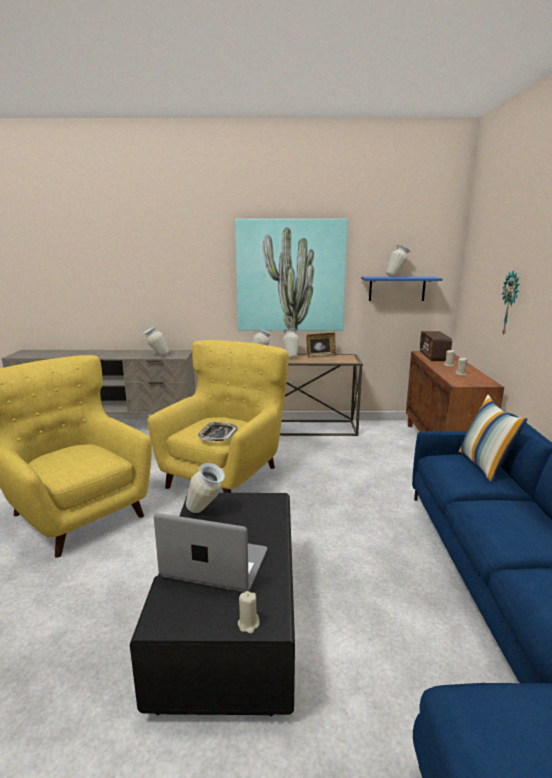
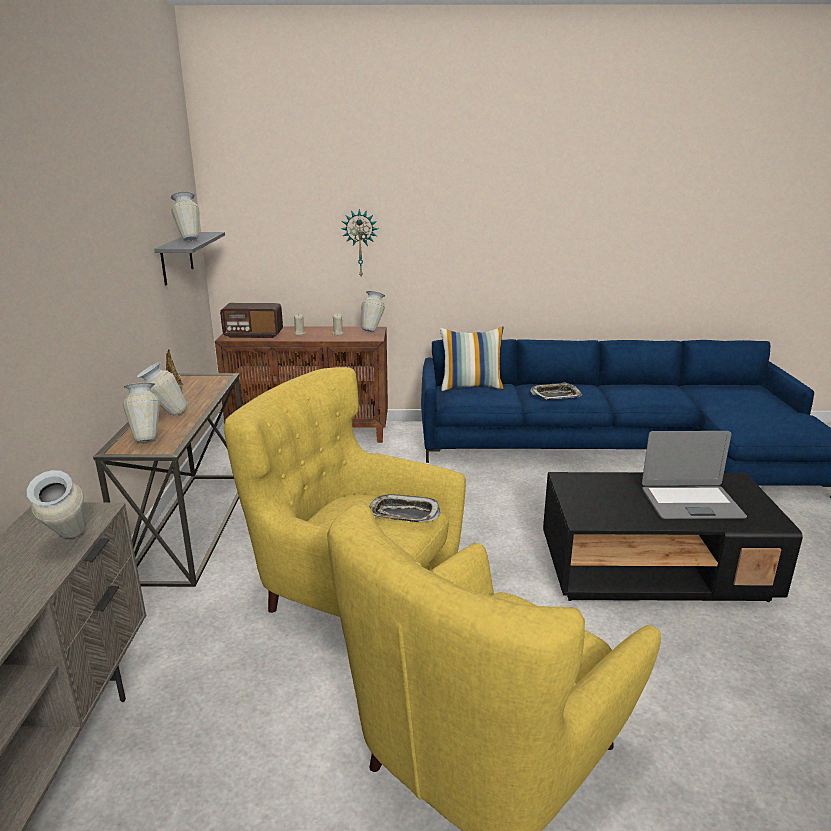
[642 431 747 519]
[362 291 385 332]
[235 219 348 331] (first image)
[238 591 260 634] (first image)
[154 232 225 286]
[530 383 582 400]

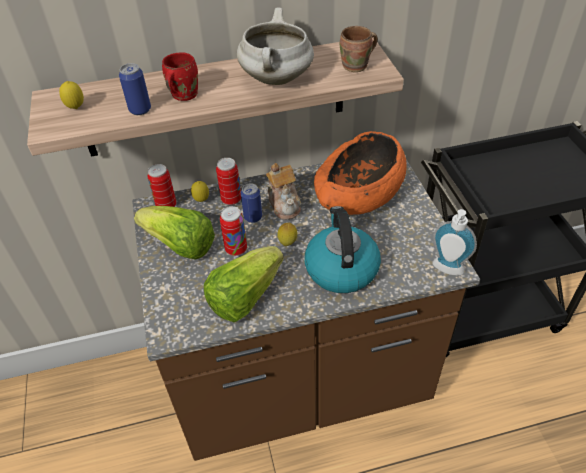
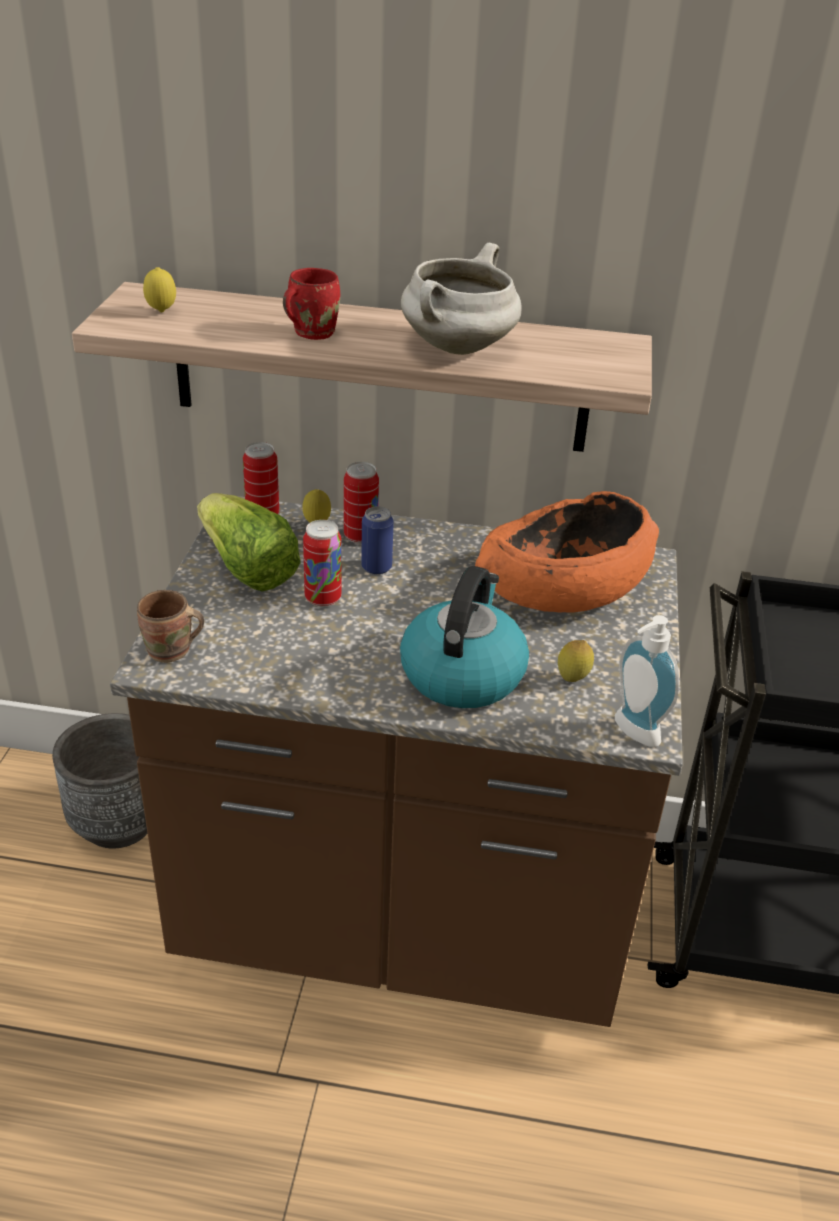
[119 63 151 115] (first image)
[204 246 284 322] (first image)
[266 163 301 220] (first image)
[558 640 594 682]
[137 590 204 663]
[52 713 148 848]

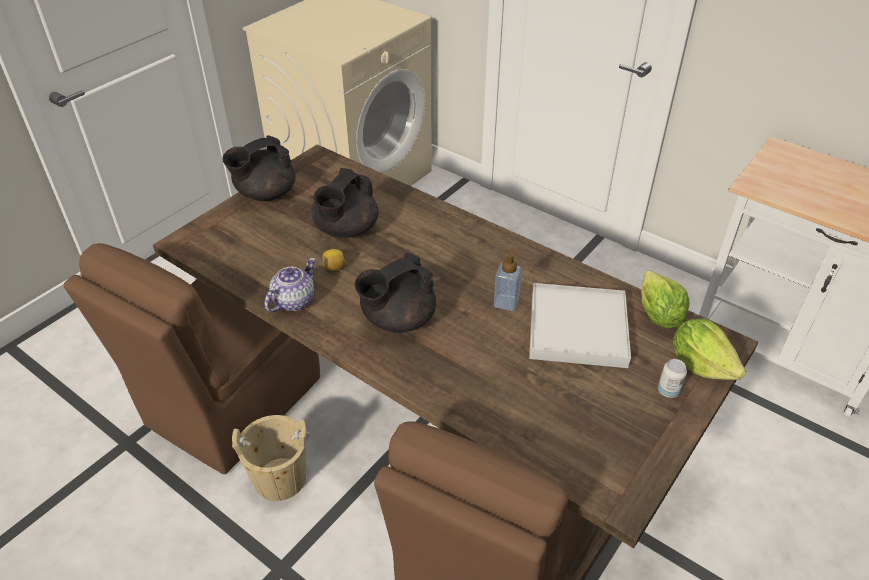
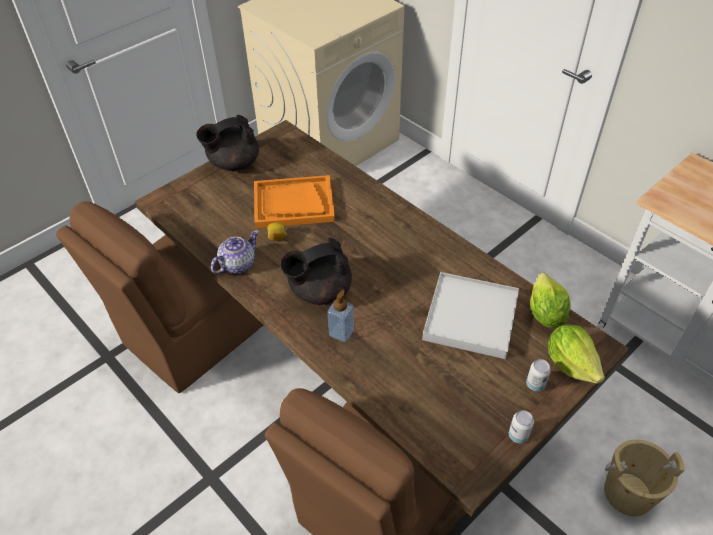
[604 440 685 516]
[254 175 335 228]
[327 290 354 342]
[509 410 534 443]

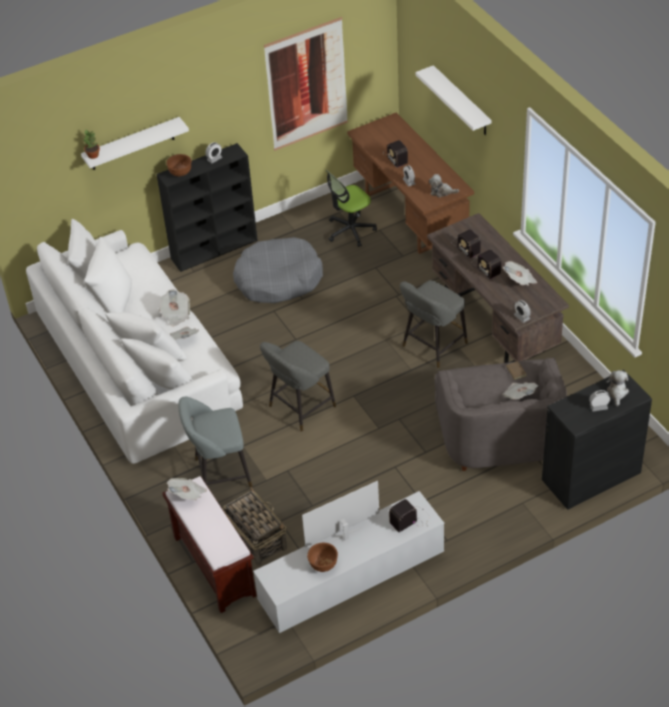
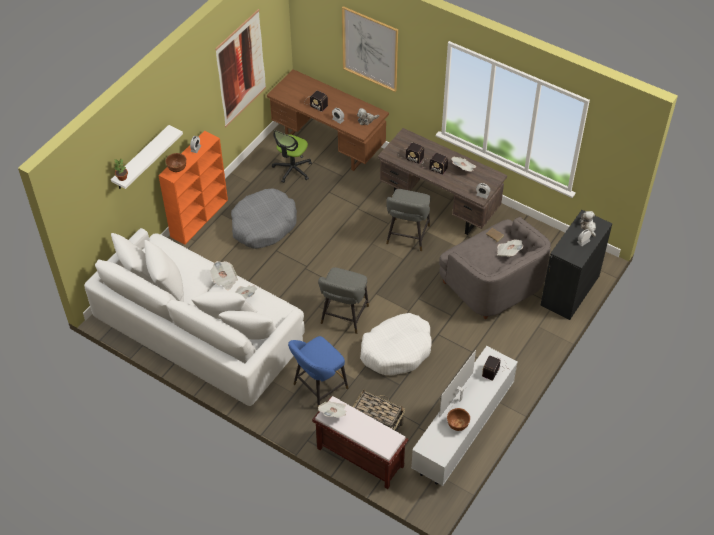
[158 131 228 245]
[288 336 348 406]
[342 6 398 92]
[360 313 432 375]

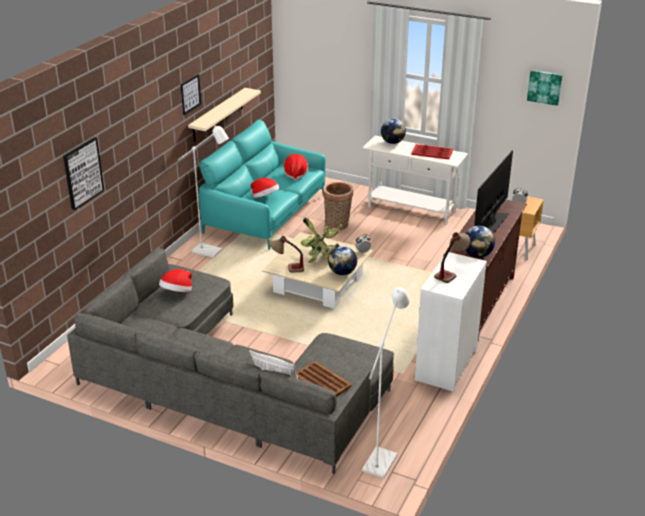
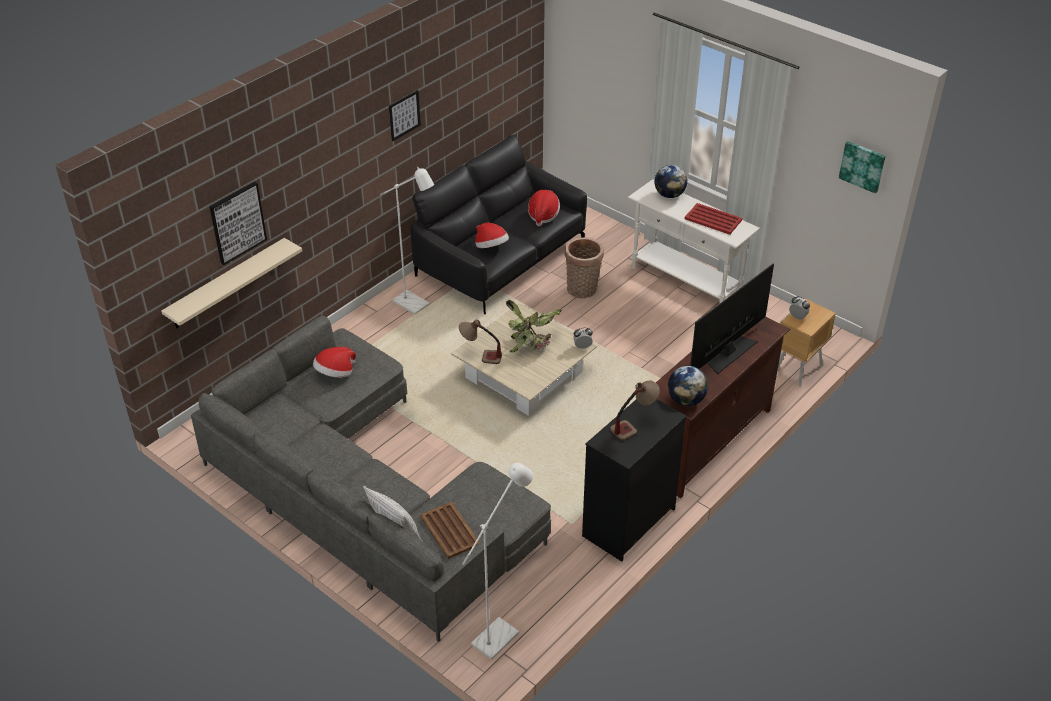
[161 238 302 329]
[411 135 587 314]
[328 246 357 275] (first image)
[582 399 687 562]

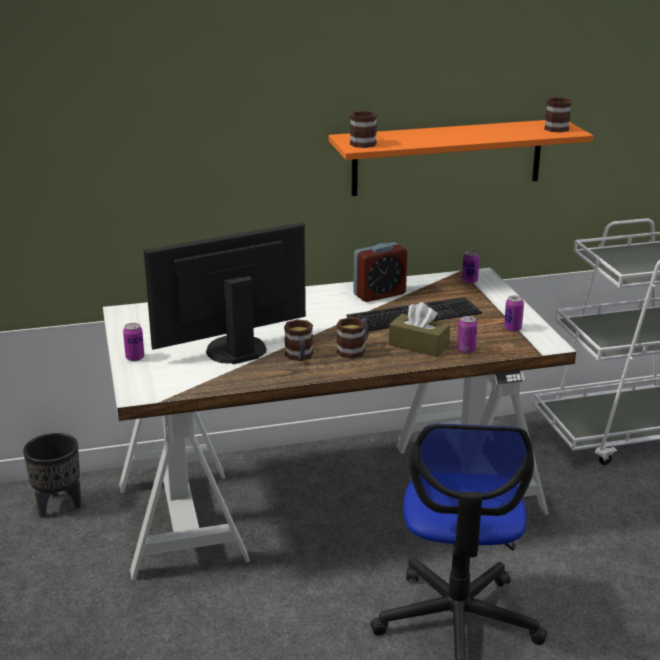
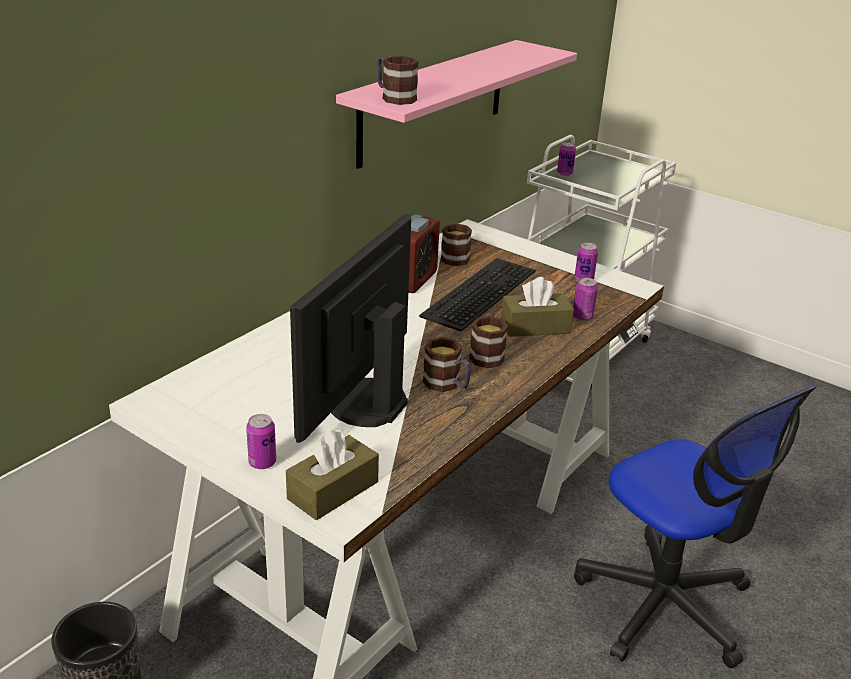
[336 40 577 169]
[557 142 576 176]
[441 222 472 266]
[286 430 379 520]

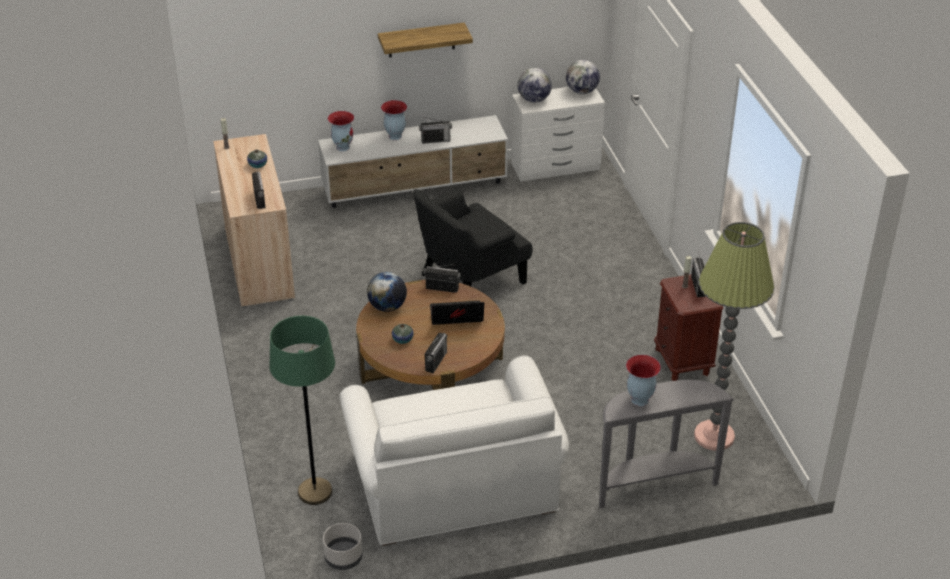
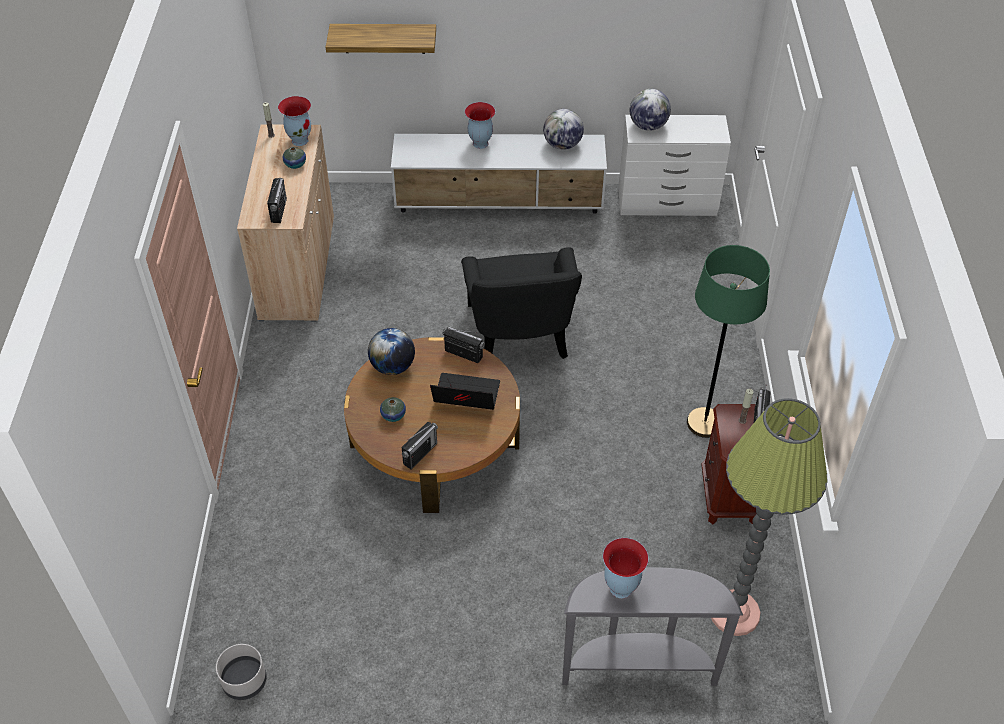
[687 245 770 438]
[278 96 311 146]
[339 356 569 546] (first image)
[326 24 436 54]
[461 247 582 359]
[419 117 452 144] (first image)
[543 109 584 150]

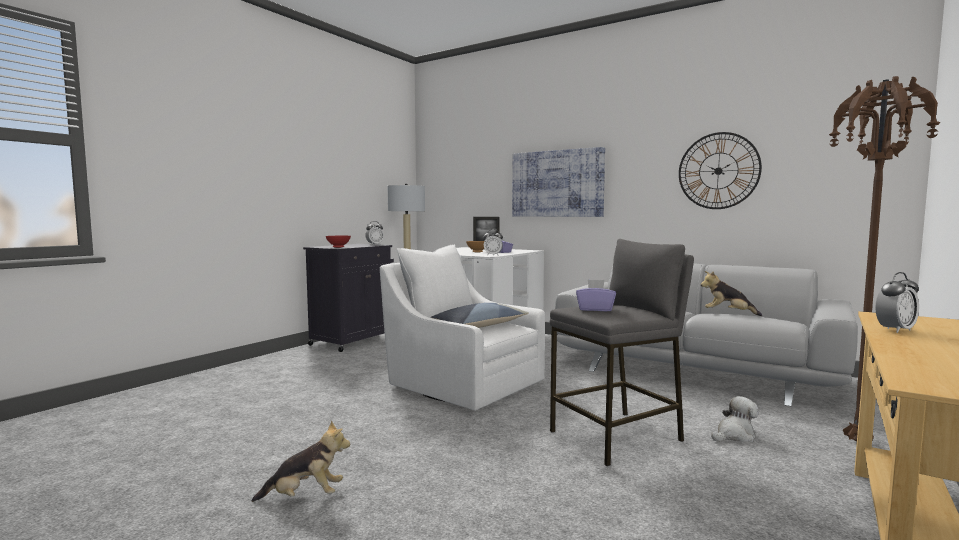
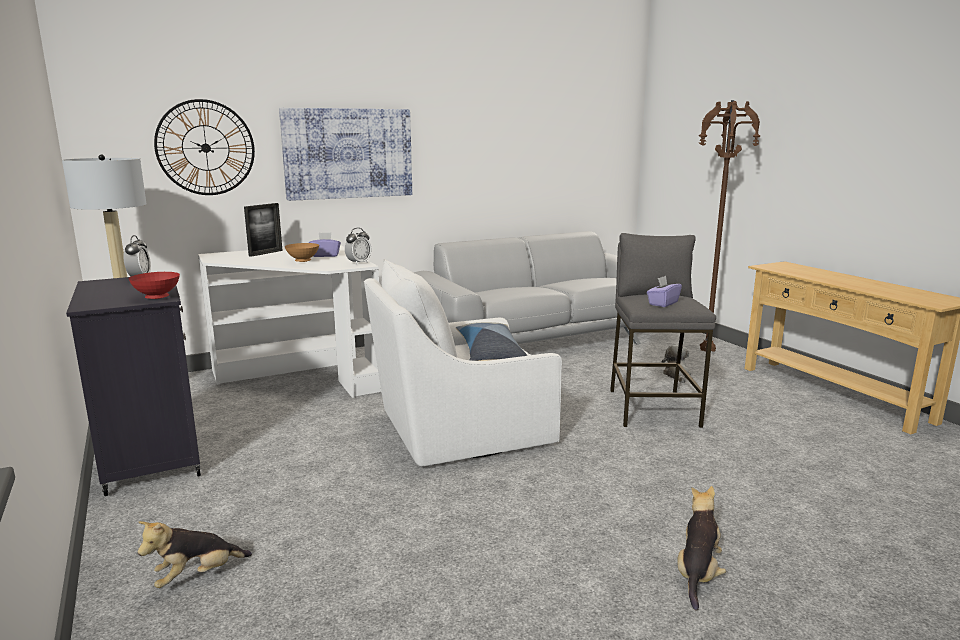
[154 99 255 195]
[137 521 252 588]
[875 272 919 333] (first image)

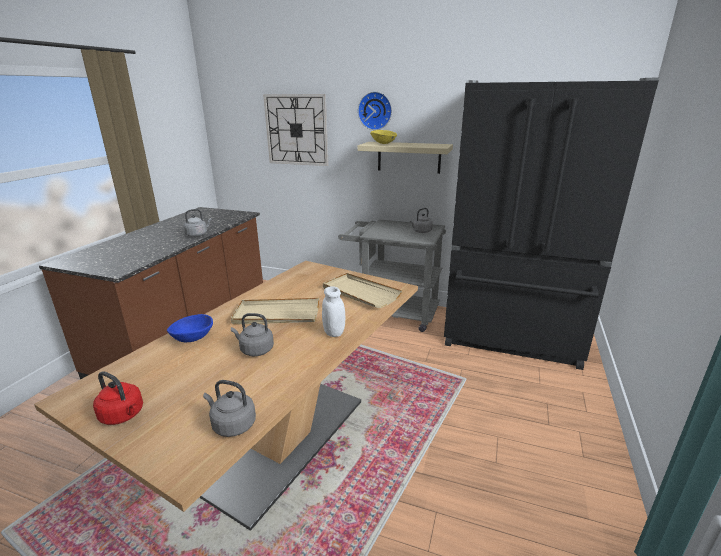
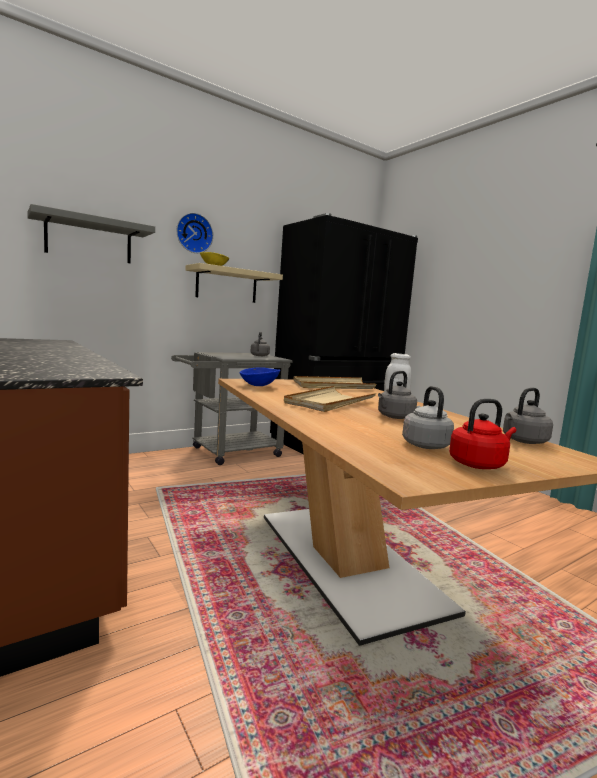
[240 367 280 386]
[402 386 454 449]
[27 204 155 263]

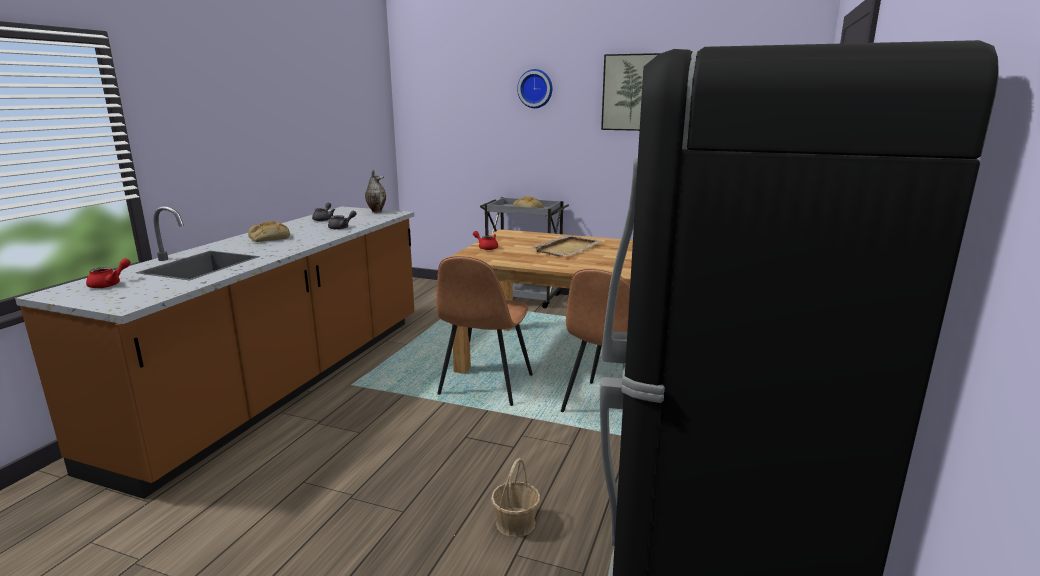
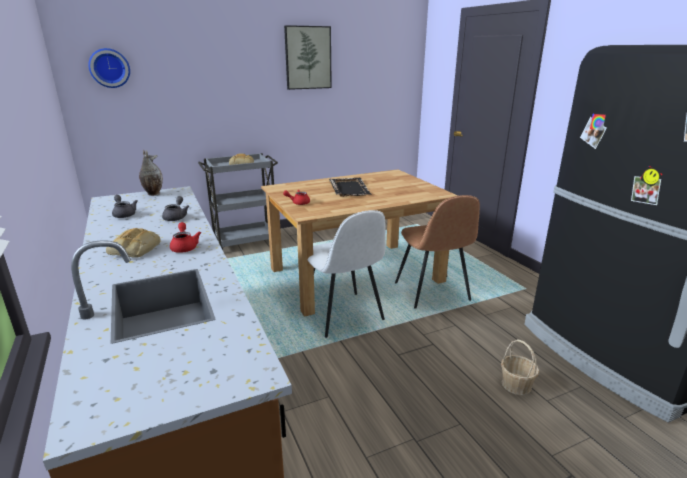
[170 222 201 253]
[307 210 386 338]
[88 48 130 88]
[329 178 371 197]

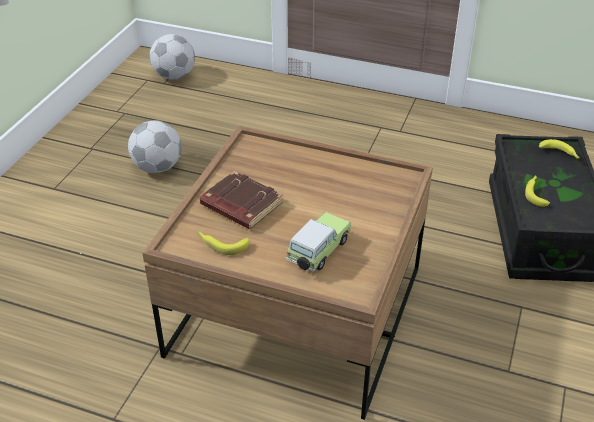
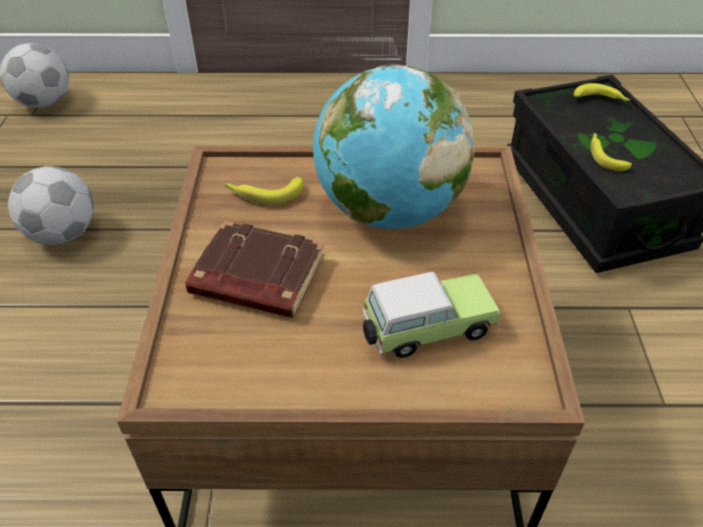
[224 177 303 205]
[363 272 501 358]
[313 65 475 229]

